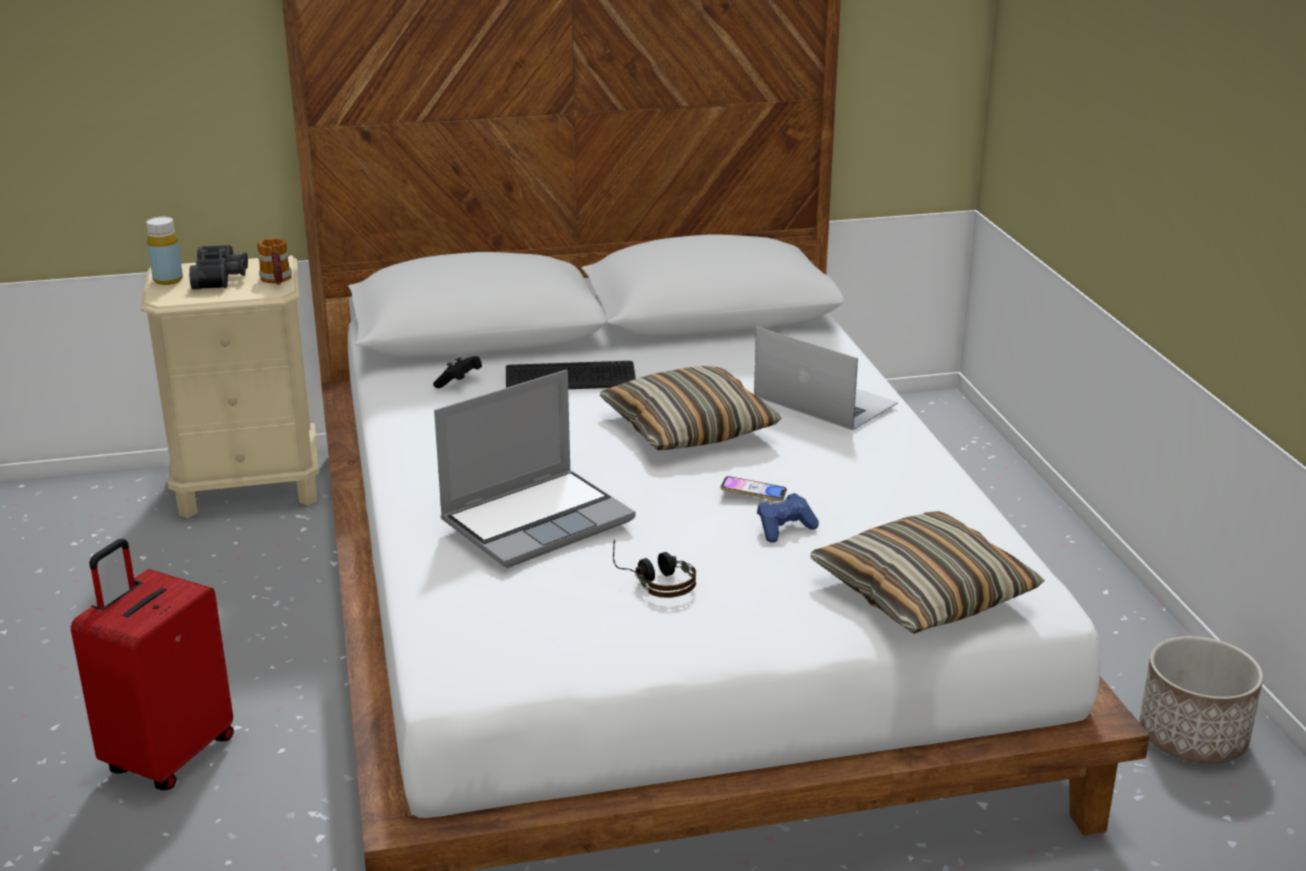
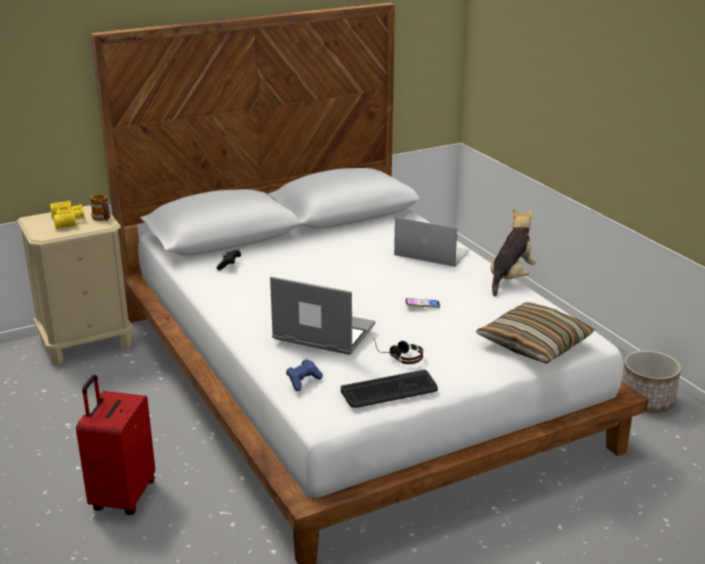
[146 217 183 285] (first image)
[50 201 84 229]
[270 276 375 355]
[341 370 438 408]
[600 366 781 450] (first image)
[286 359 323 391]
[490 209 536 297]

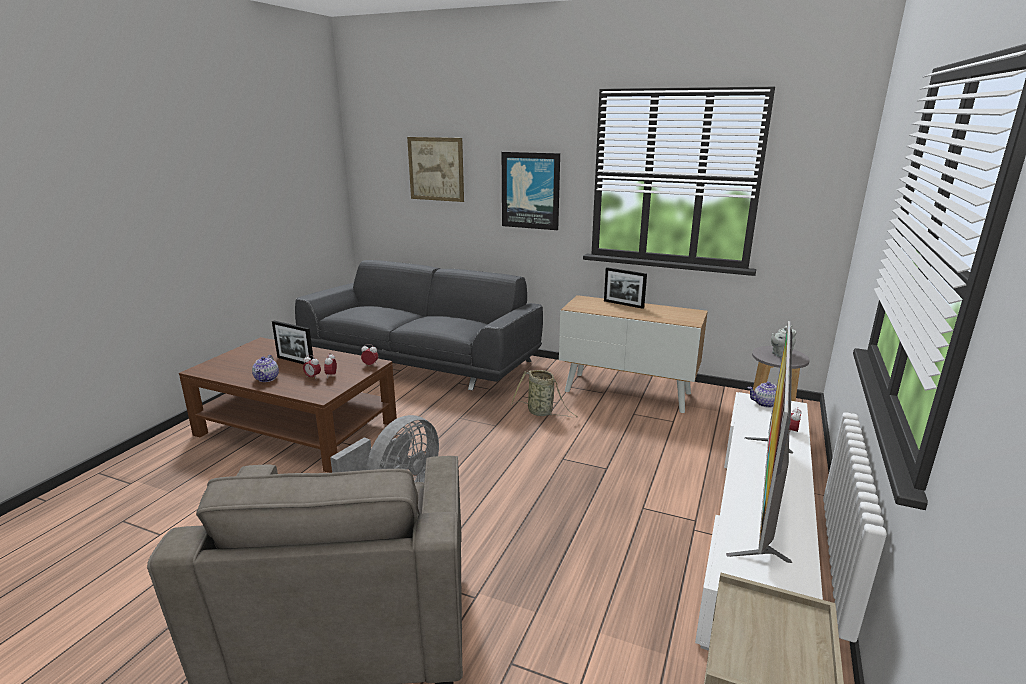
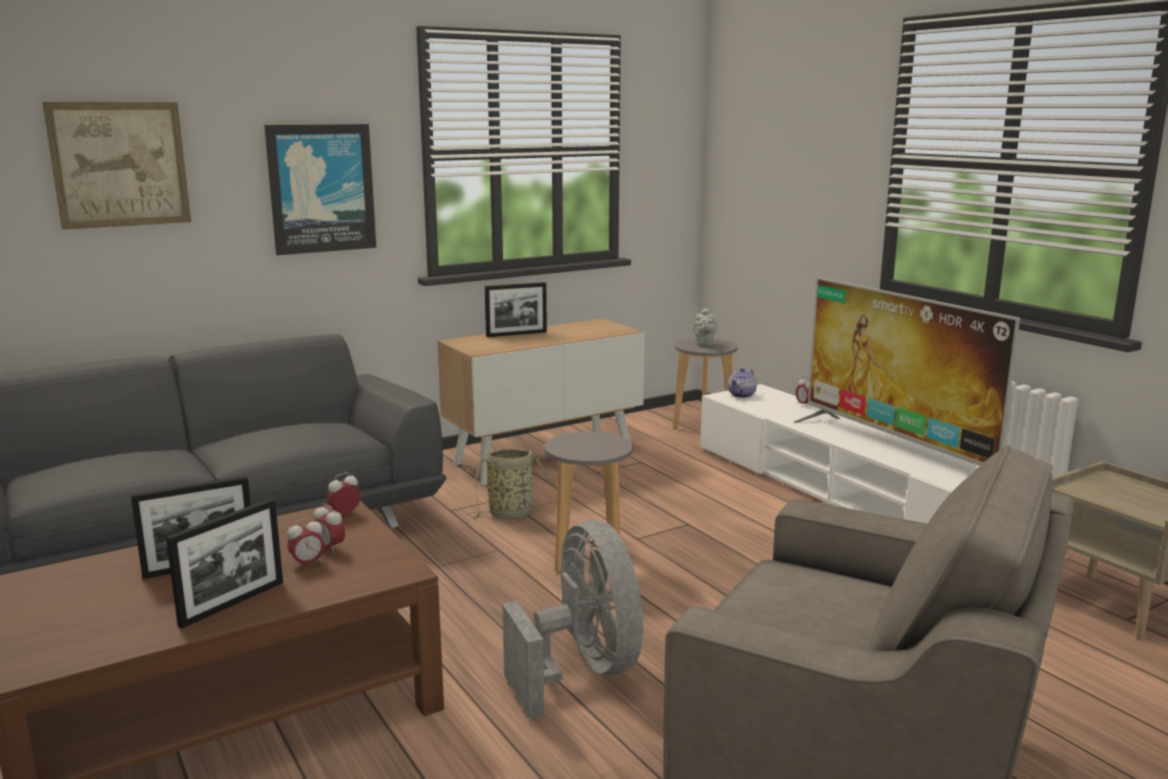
[166 498 283 629]
[545 431 633 573]

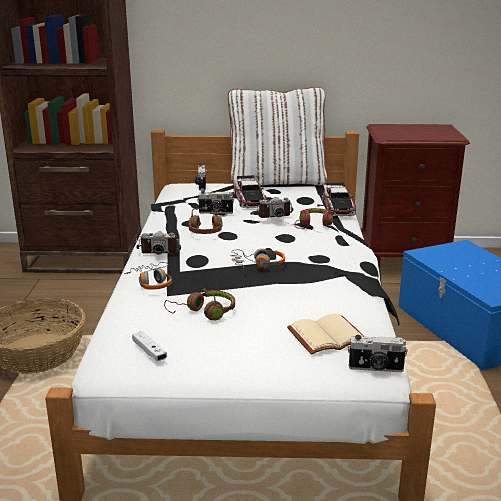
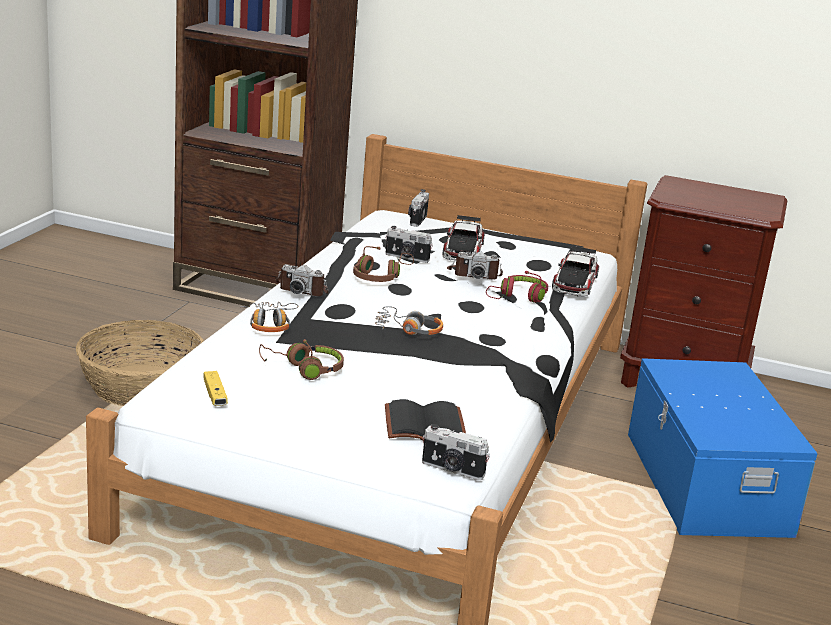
[204 371 228 406]
[228 87 327 186] (first image)
[385 399 466 441]

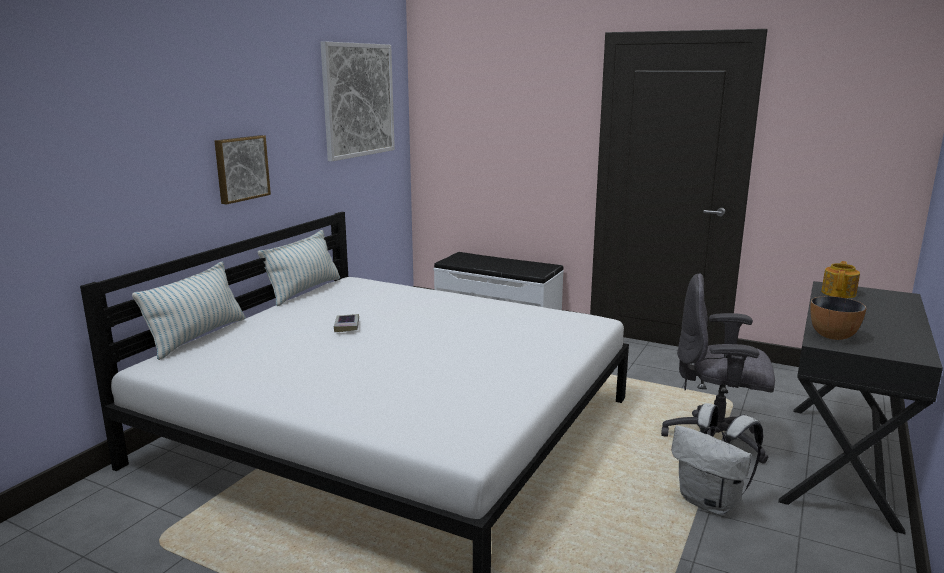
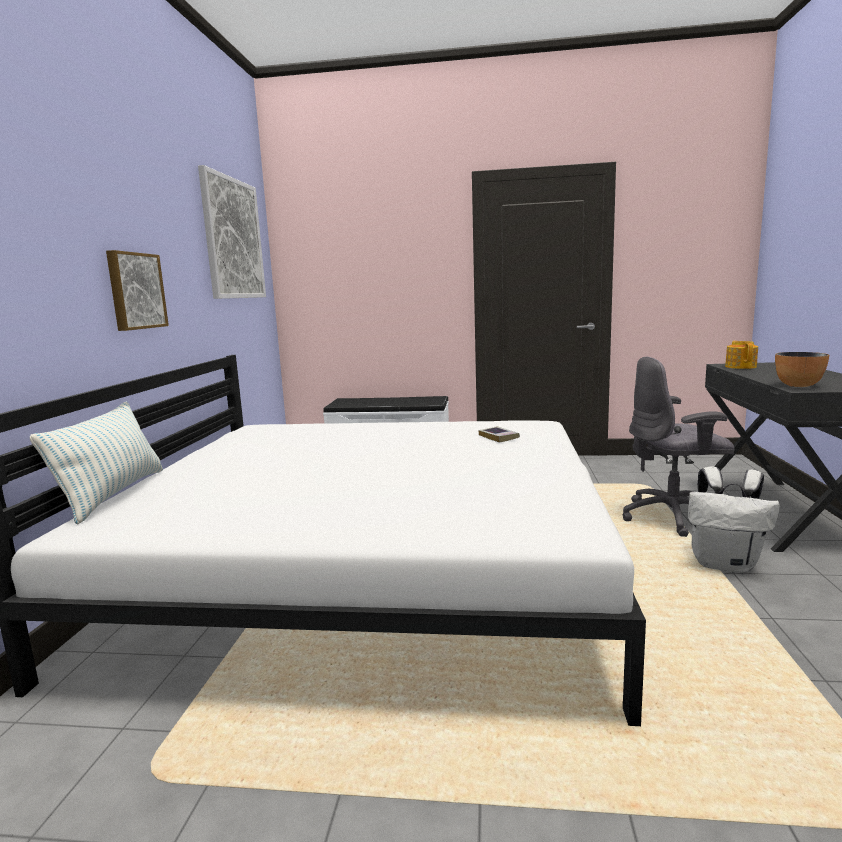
[258 230 340 306] (first image)
[478 426 520 443]

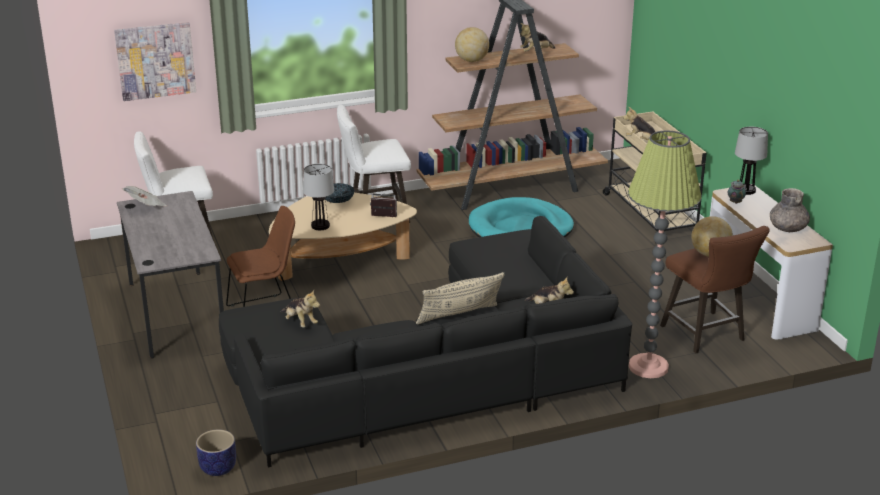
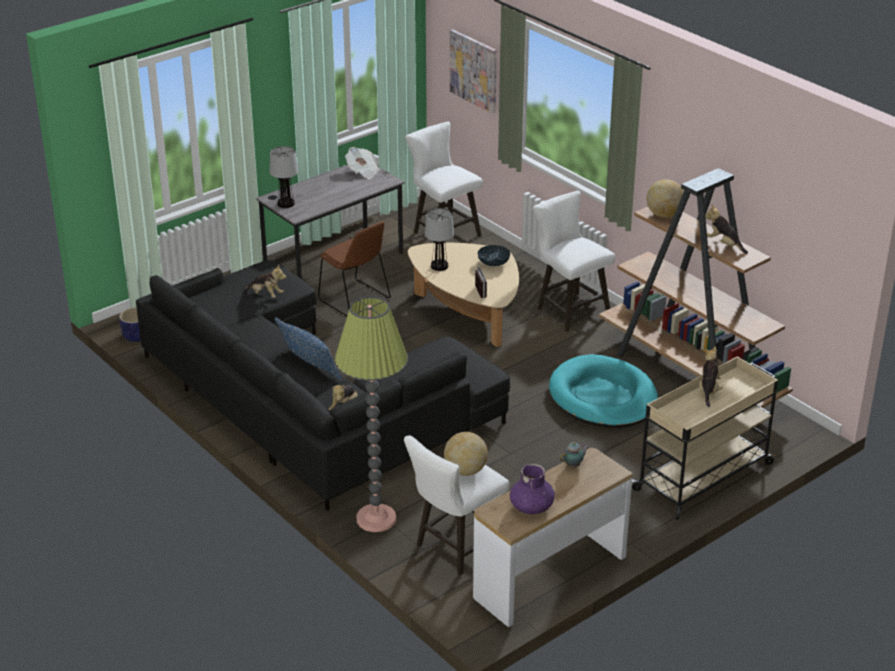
[244 264 286 298]
[274 317 341 380]
[404 436 510 575]
[270 146 299 208]
[510 464 555 514]

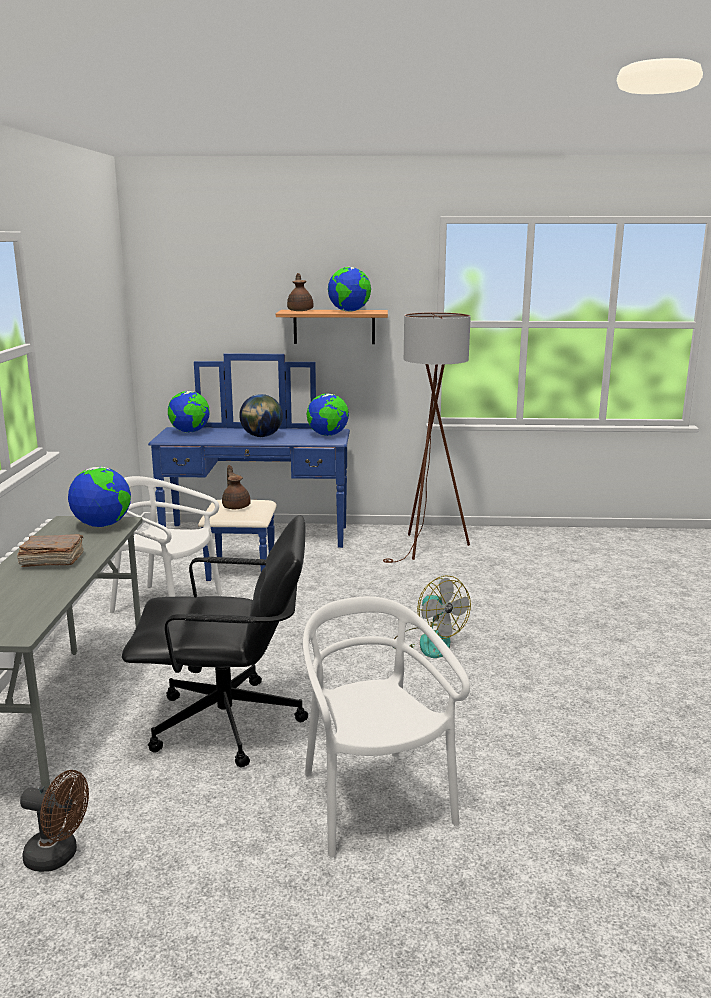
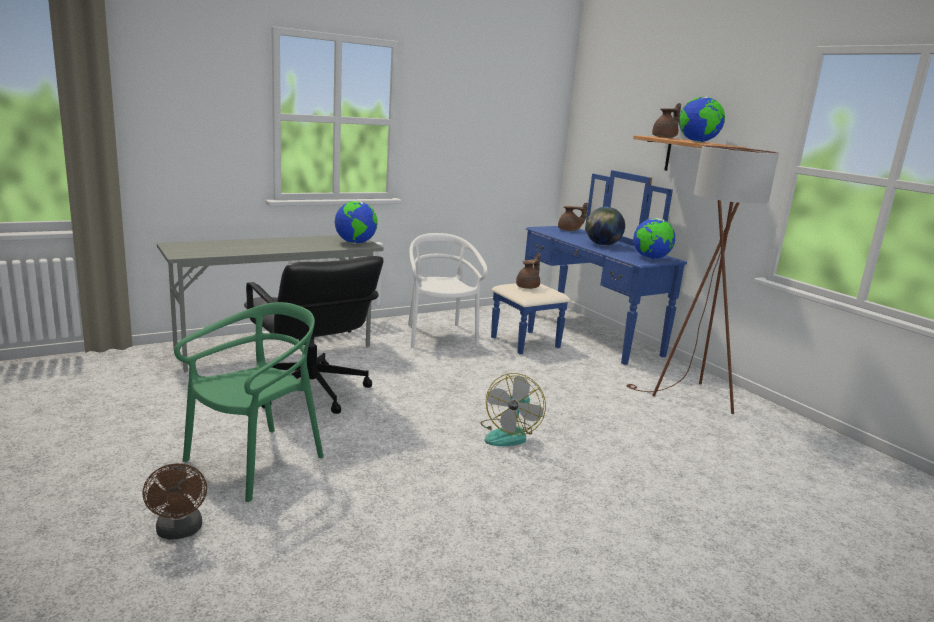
[17 534 83 567] (first image)
[142 463 207 540]
[558 202 588 231]
[174 302 324 502]

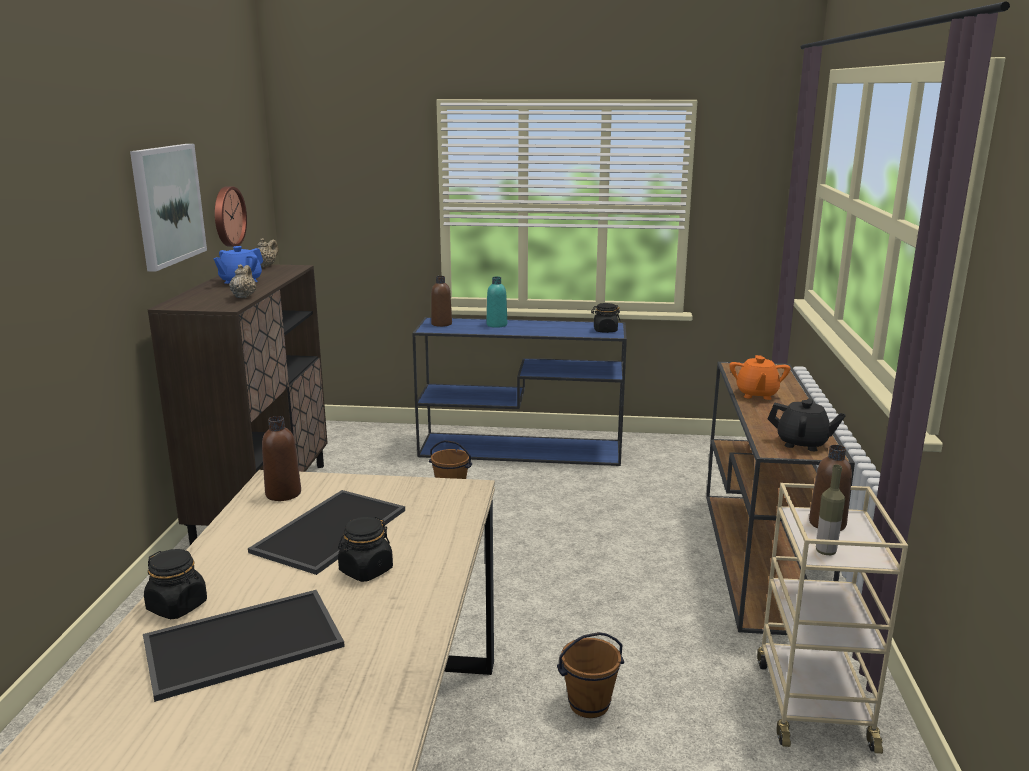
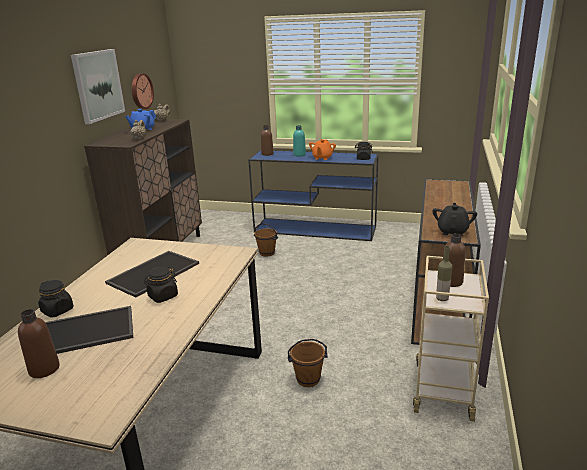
[18 309 60 378]
[309 139 336 160]
[432 203 477 237]

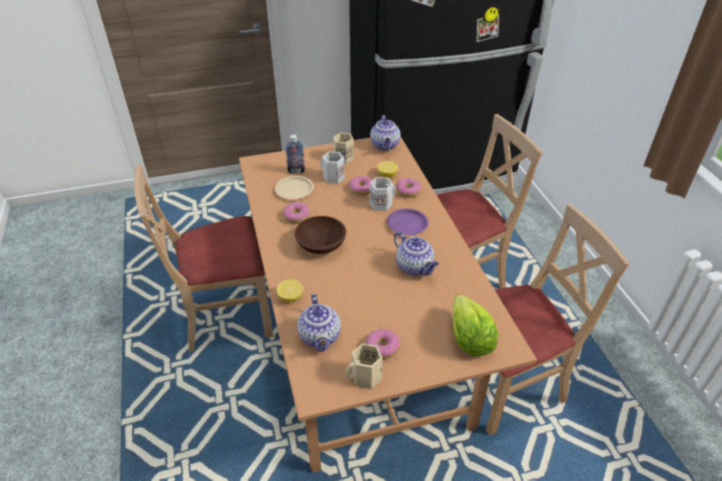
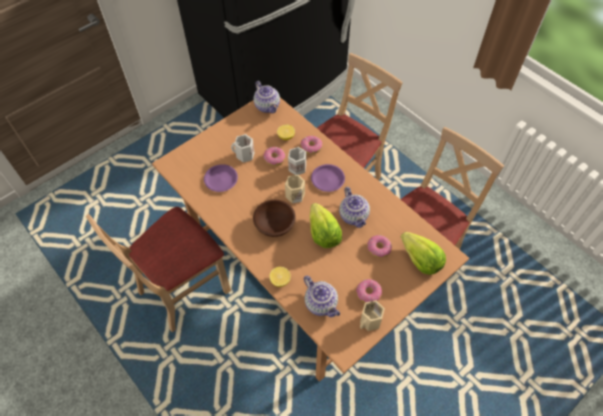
[204 164 238 192]
[367 235 392 258]
[285 135 305 174] (first image)
[285 175 305 203]
[339 187 370 228]
[310 203 342 248]

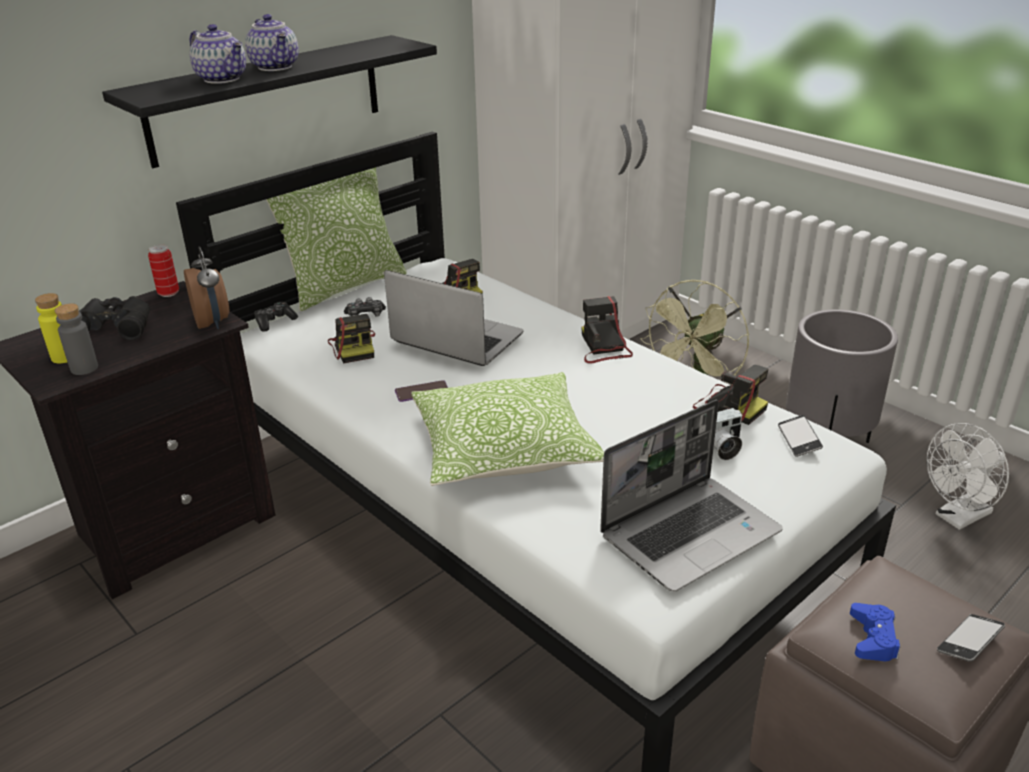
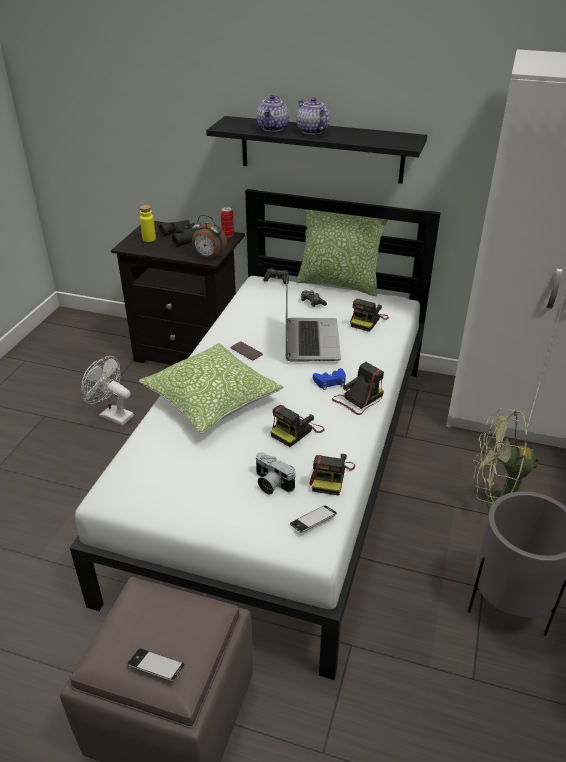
[55 304 98 375] (first image)
[191 215 227 260]
[296 97 329 135]
[270 405 325 447]
[600 400 783 592] (first image)
[313 368 346 390]
[81 356 134 426]

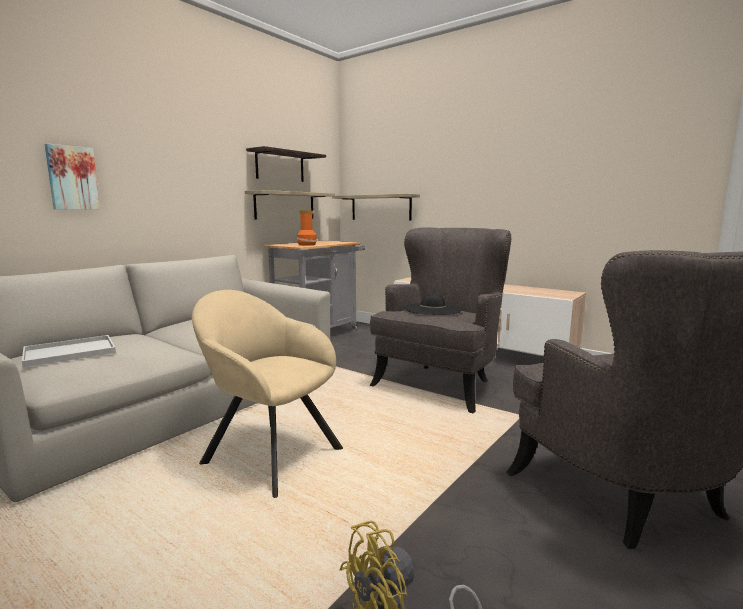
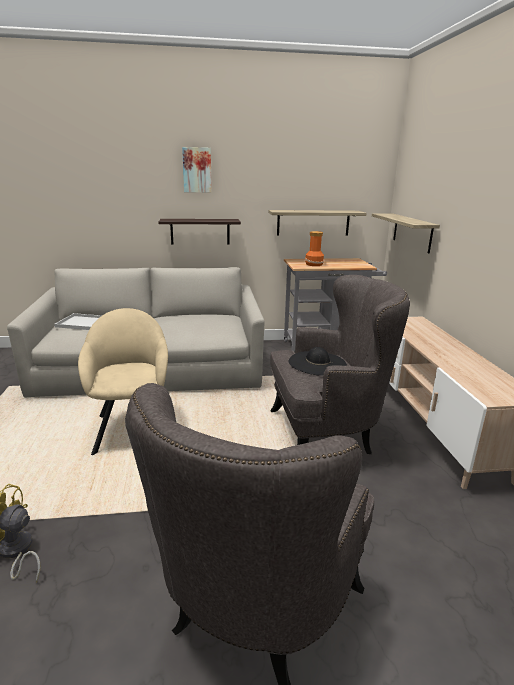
[182 147 212 192]
[158 219 241 245]

